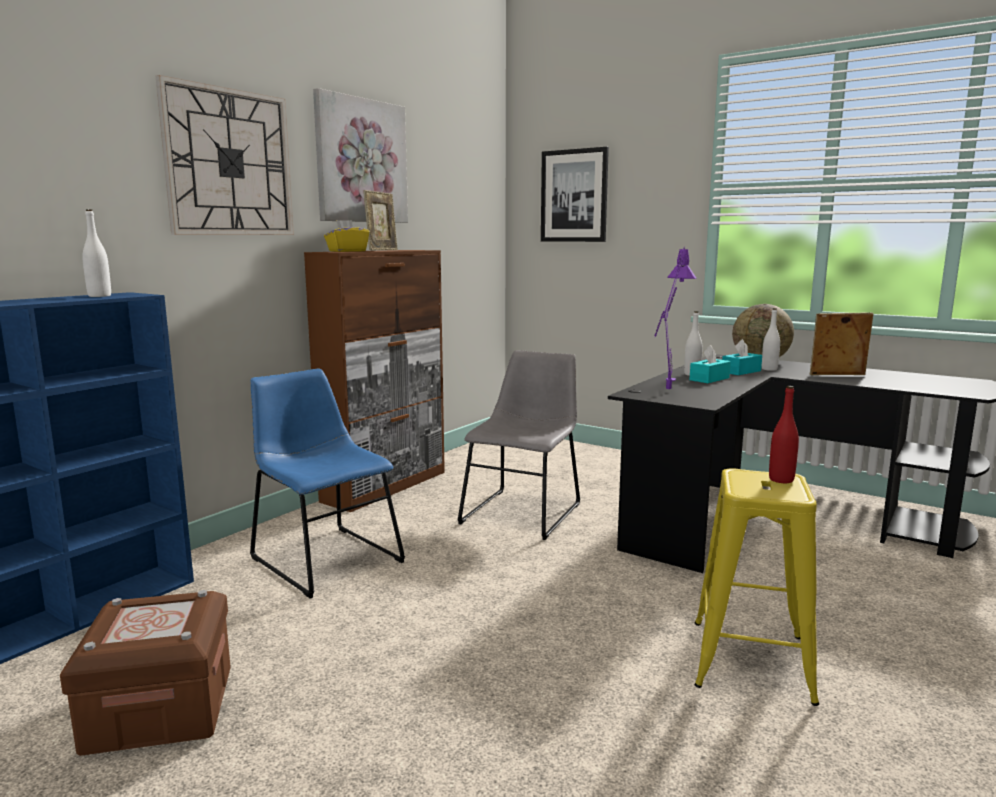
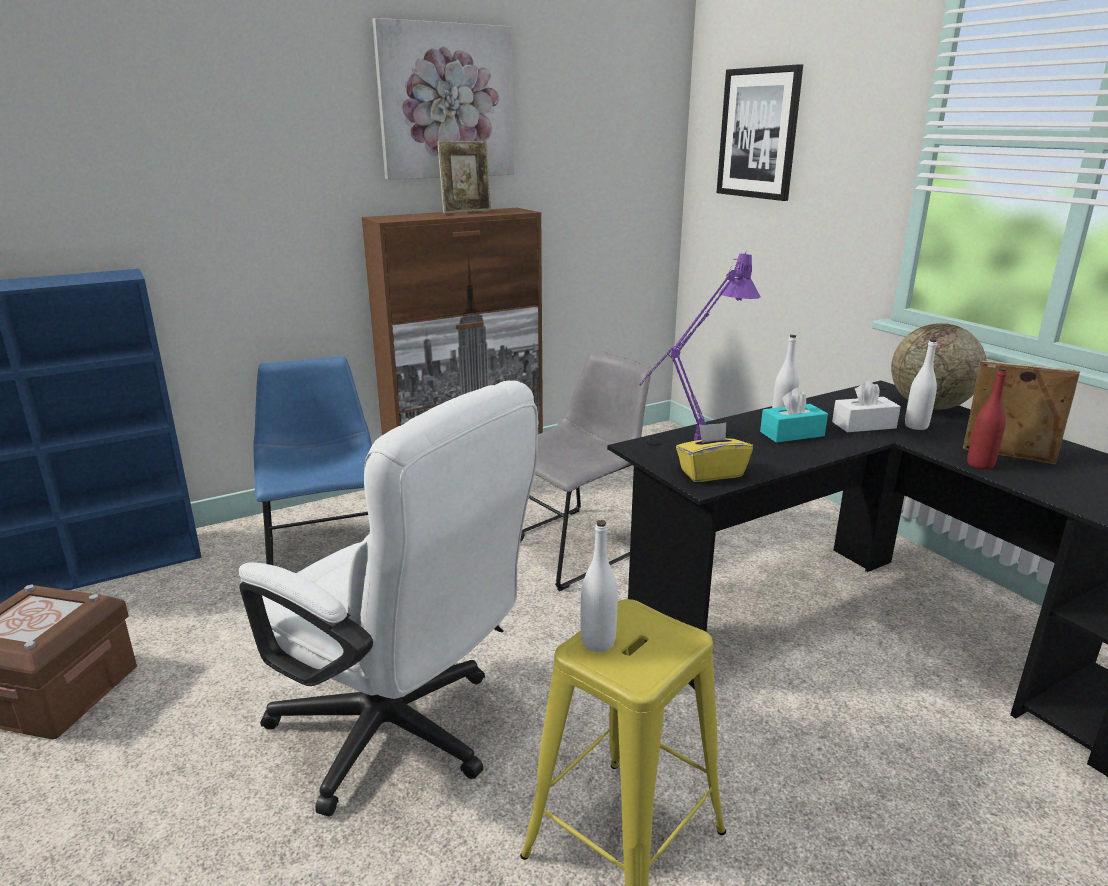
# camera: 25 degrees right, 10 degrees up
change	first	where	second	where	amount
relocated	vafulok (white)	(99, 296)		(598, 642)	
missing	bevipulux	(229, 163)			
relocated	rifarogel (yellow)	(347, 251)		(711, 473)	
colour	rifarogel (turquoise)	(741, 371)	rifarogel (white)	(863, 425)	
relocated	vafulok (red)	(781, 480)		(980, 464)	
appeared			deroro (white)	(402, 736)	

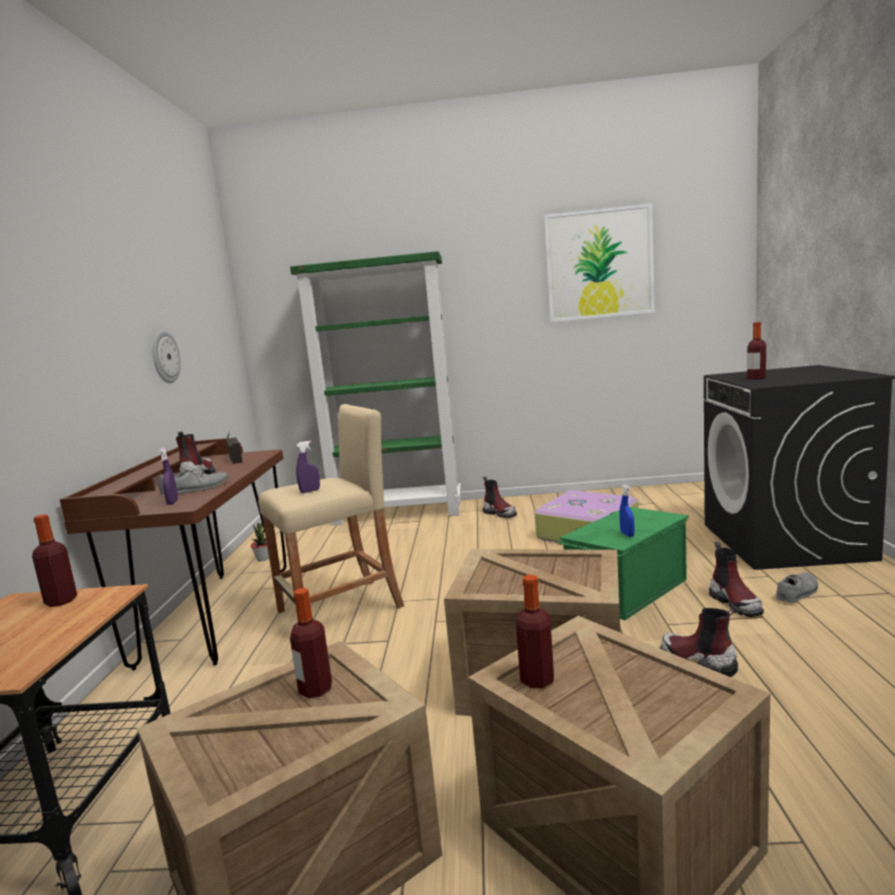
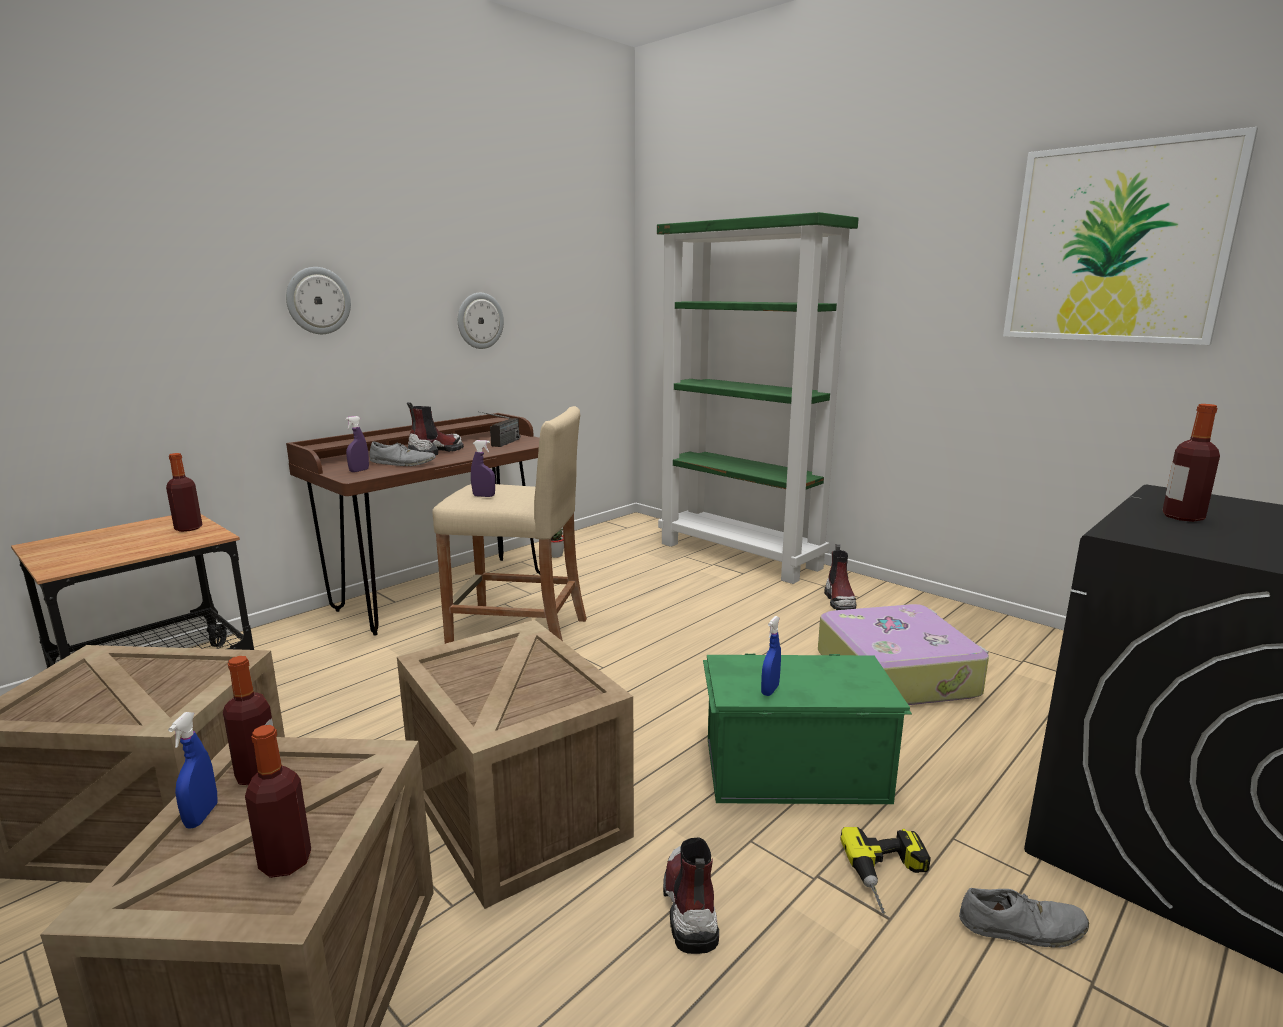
# camera: 40 degrees right, 5 degrees up
change	first	where	second	where	amount
relocated	vafulok	(315, 689)		(285, 862)	
exchanged	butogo	(735, 603)	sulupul	(891, 877)	
appeared			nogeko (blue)	(201, 816)	
appeared			bevipulux	(318, 301)	

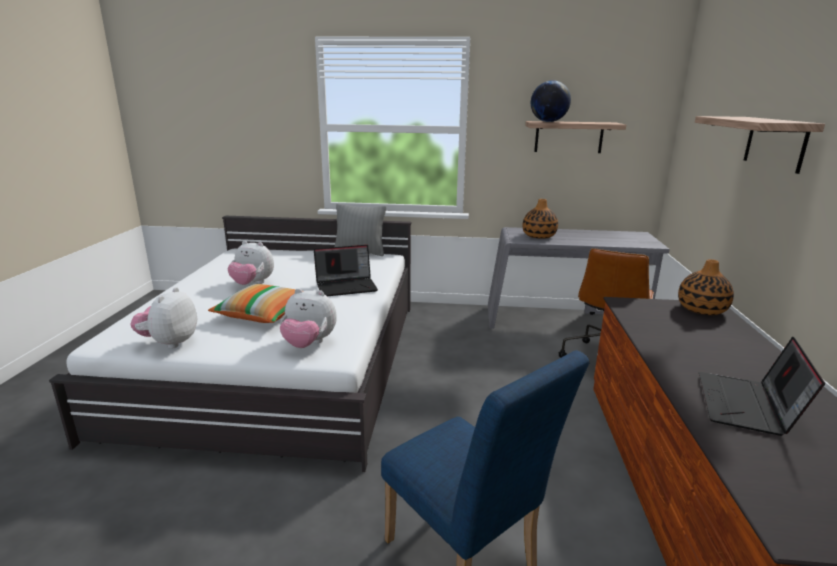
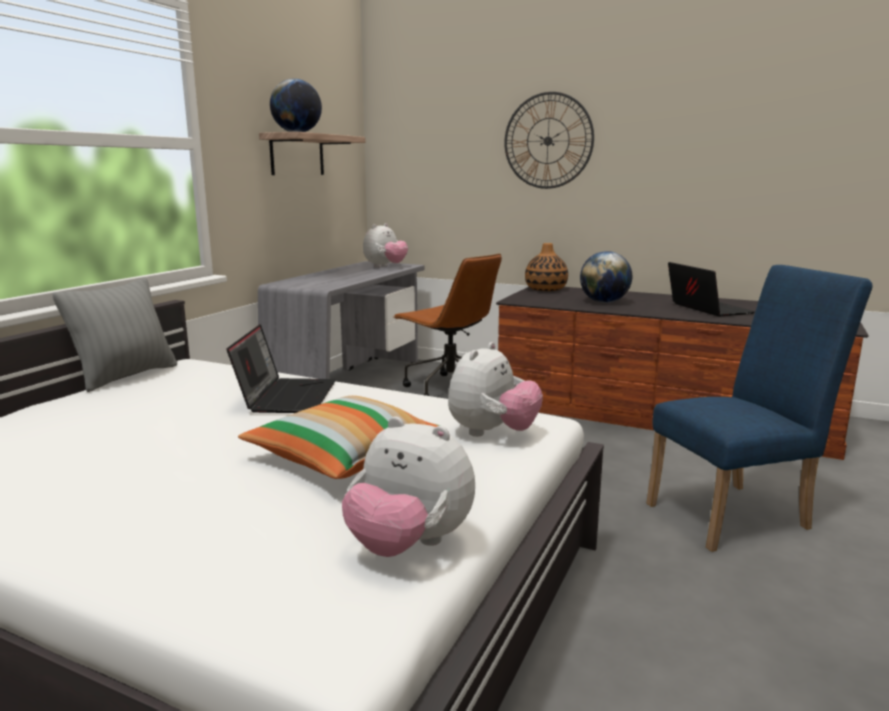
# camera: 70 degrees left, 5 degrees down
change	first	where	second	where	amount
relocated	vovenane	(252, 284)		(385, 267)	
missing	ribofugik	(539, 236)			
exchanged	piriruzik	(775, 143)	bevipulux	(548, 141)	
spun	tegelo	(747, 406)		(706, 309)	150 degrees counterclockwise
appeared			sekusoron	(604, 302)	

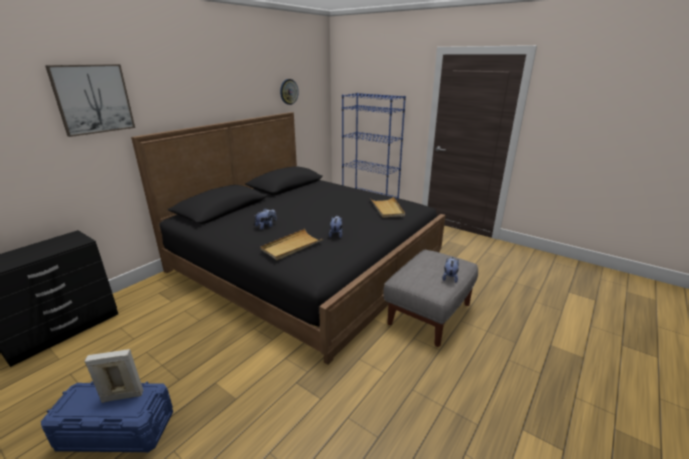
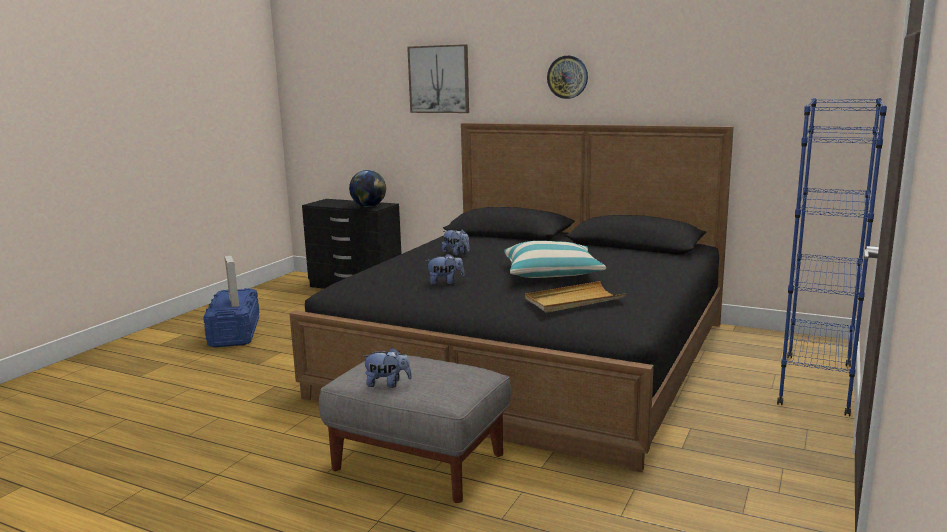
# camera: 80 degrees right, 10 degrees down
change	first	where	second	where	amount
missing	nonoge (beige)	(291, 246)			
relocated	bevipulux	(288, 91)		(567, 77)	
appeared			sekusoron	(368, 206)	
appeared			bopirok	(551, 273)	

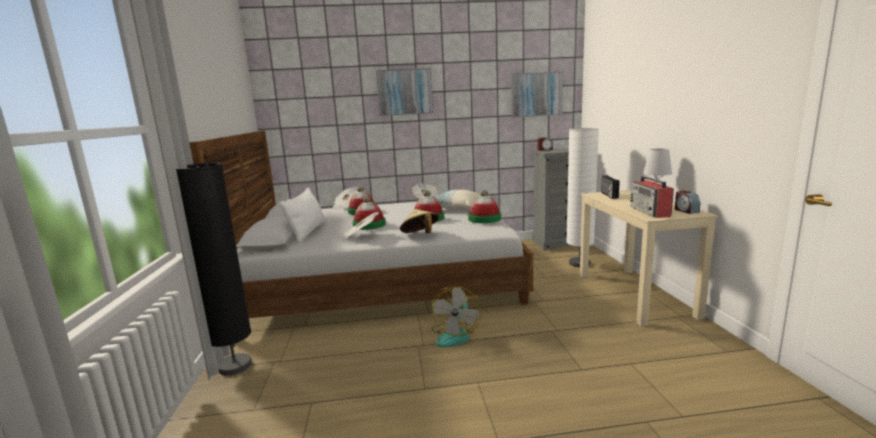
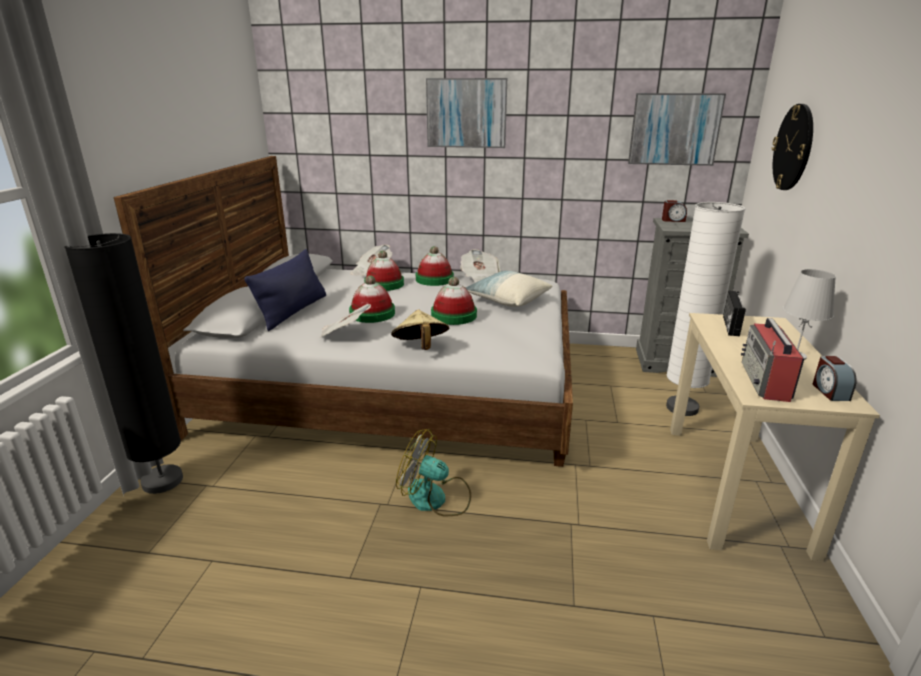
# camera: 15 degrees right, 10 degrees up
change	first	where	second	where	amount
colour	bopirok (white)	(307, 231)	bopirok (blue)	(293, 311)	
spun	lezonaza	(455, 335)		(436, 498)	75 degrees clockwise
relocated	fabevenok	(484, 219)		(434, 279)	
appeared			bevipulux	(793, 147)	

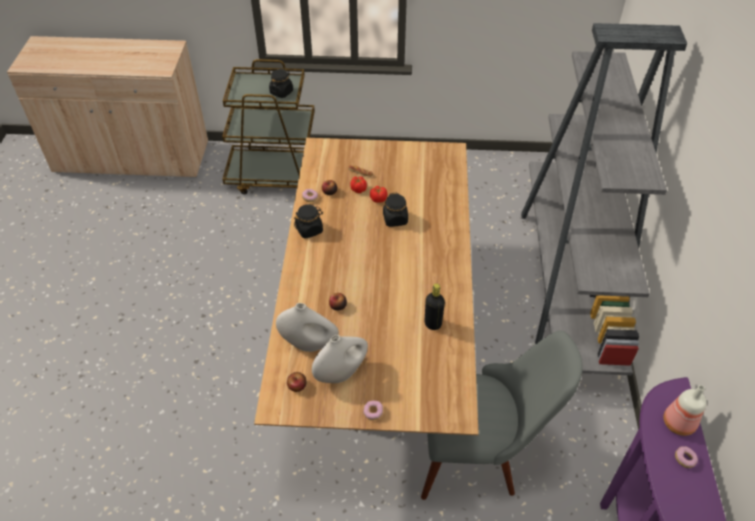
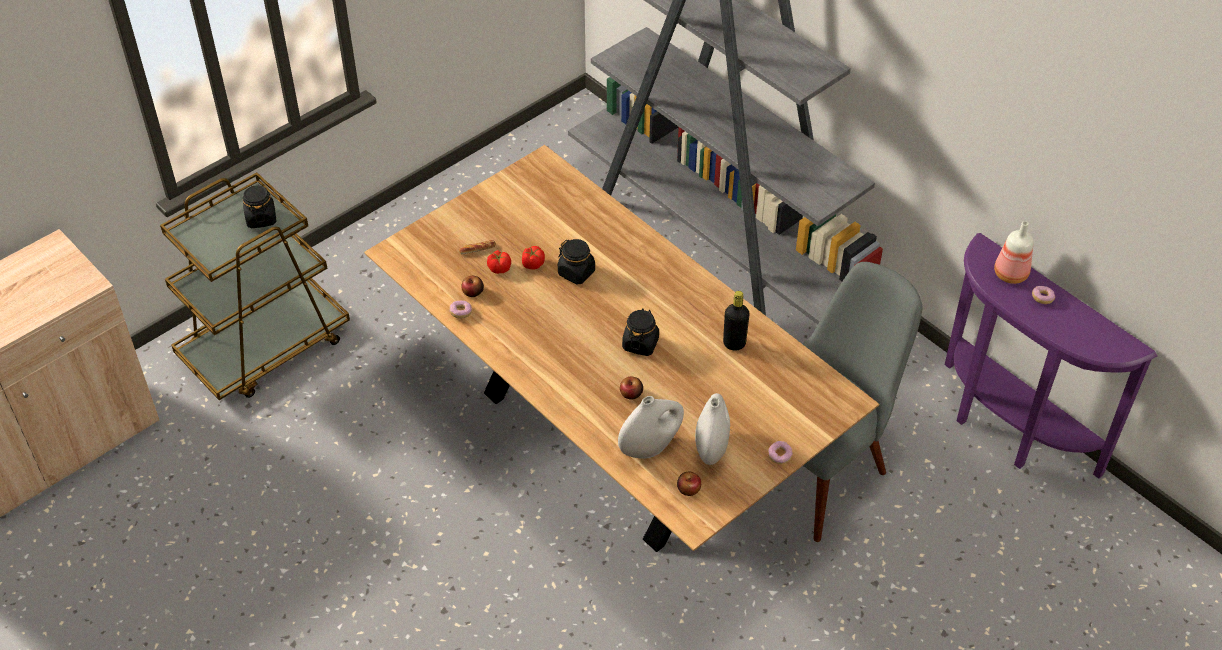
# camera: 45 degrees left, 0 degrees up
change	first	where	second	where	amount
relocated	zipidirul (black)	(309, 229)		(640, 343)	

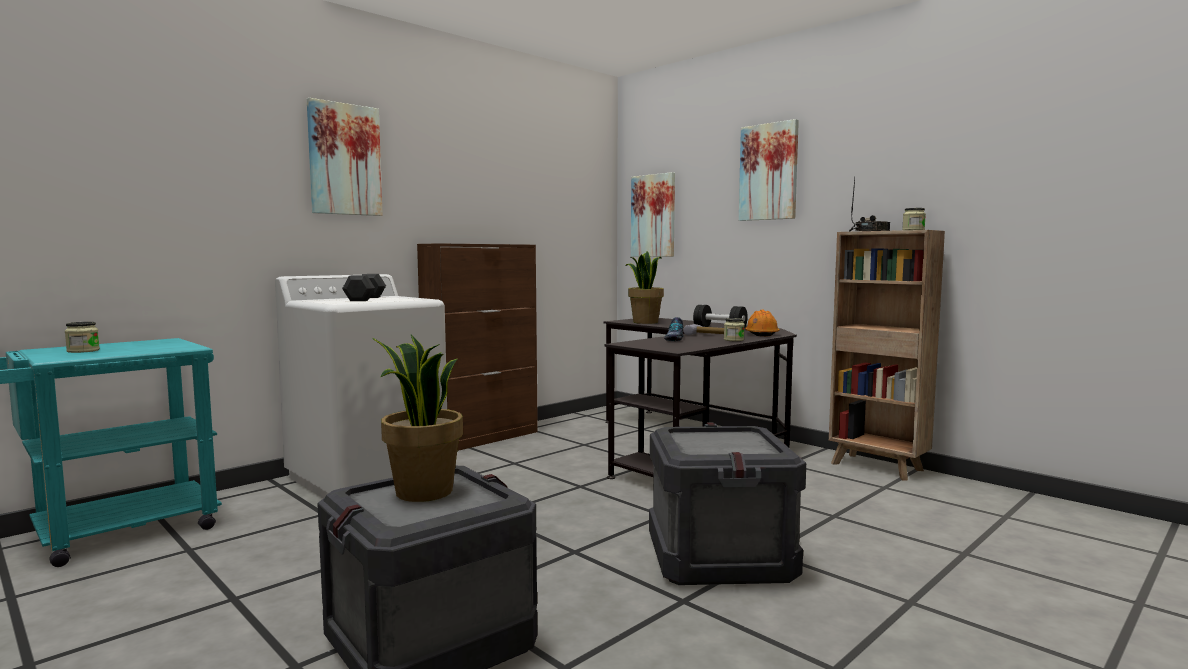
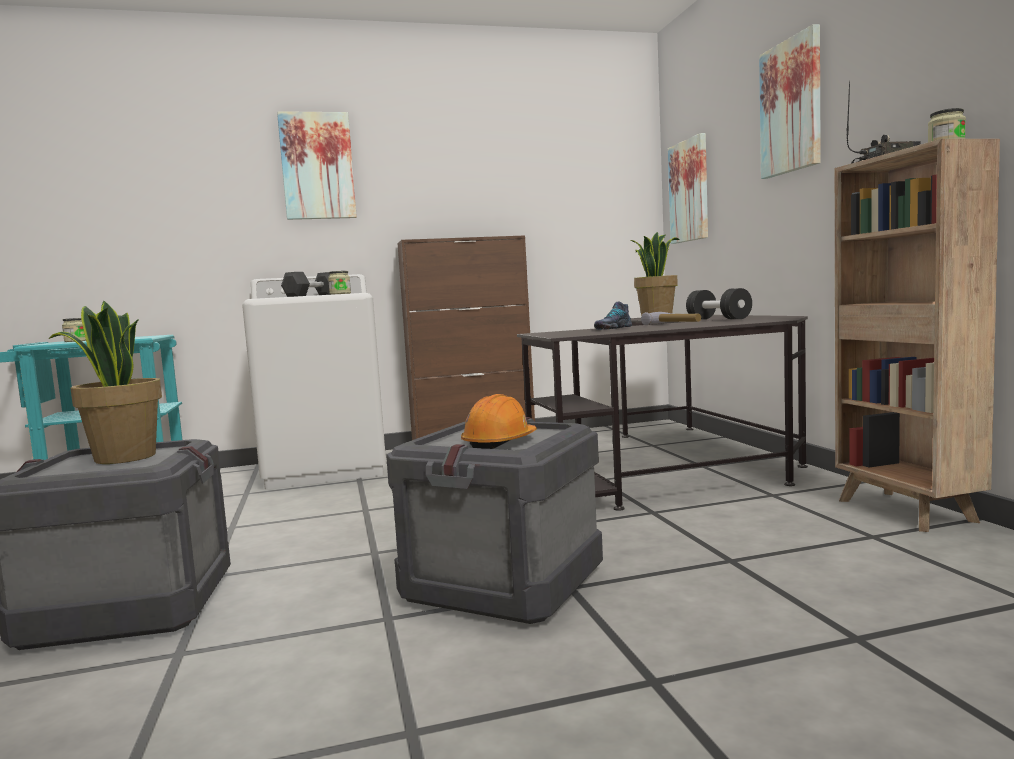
# camera: 30 degrees right, 0 degrees up
change	first	where	second	where	amount
relocated	zipidirul	(734, 340)		(340, 294)	
relocated	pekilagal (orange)	(761, 334)		(499, 443)	

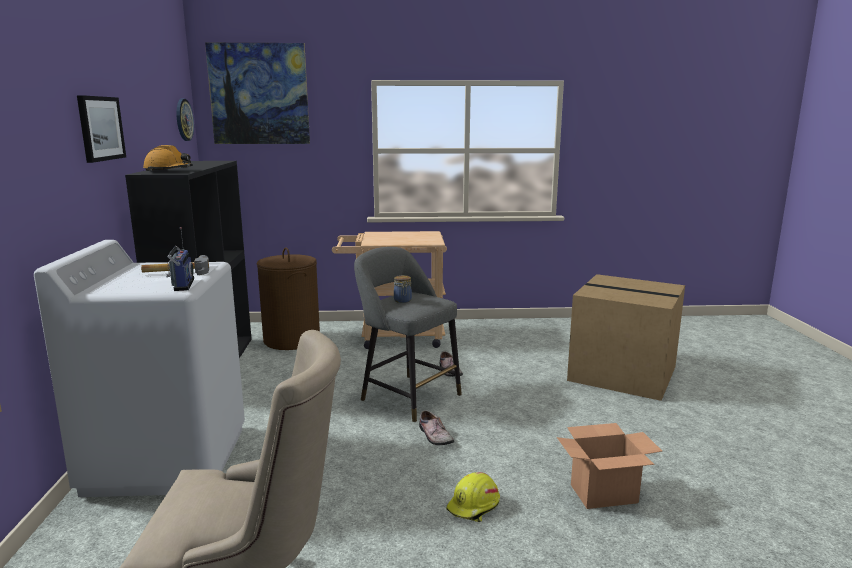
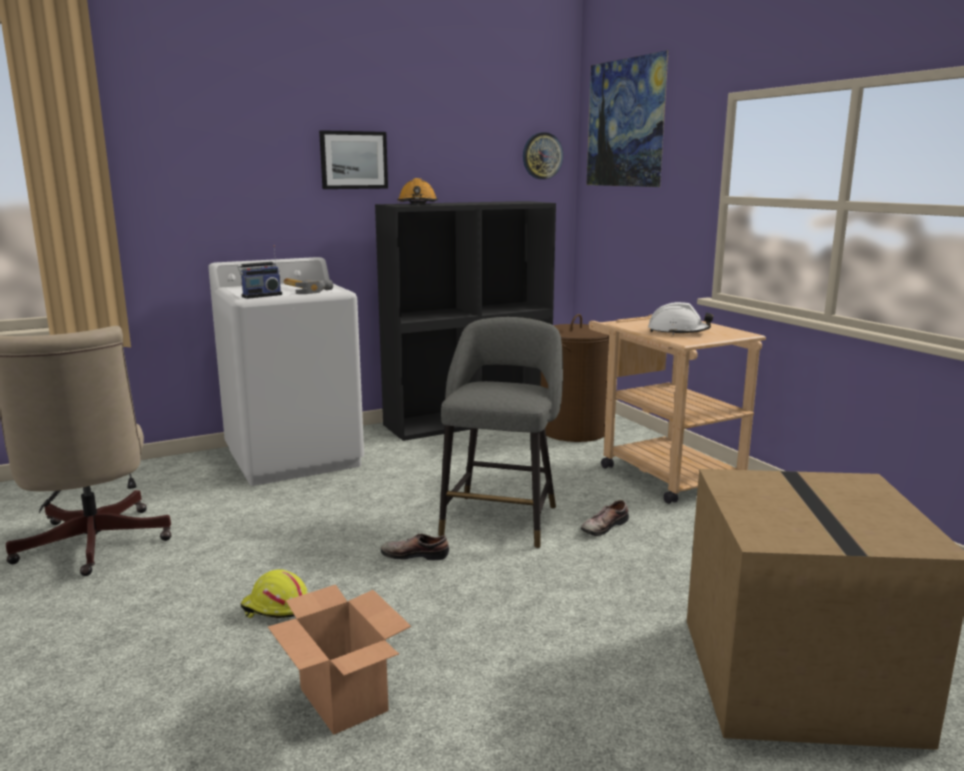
# camera: 65 degrees right, 0 degrees up
change	first	where	second	where	amount
missing	zipidirul	(403, 301)			
spun	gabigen	(434, 436)		(415, 554)	60 degrees clockwise
appeared			pekilagal (white)	(678, 332)	

